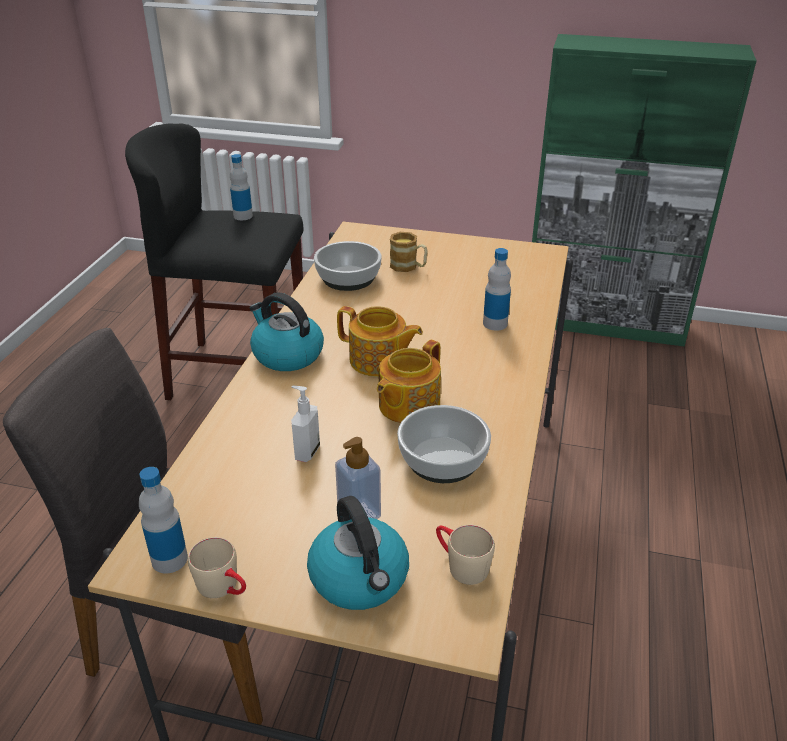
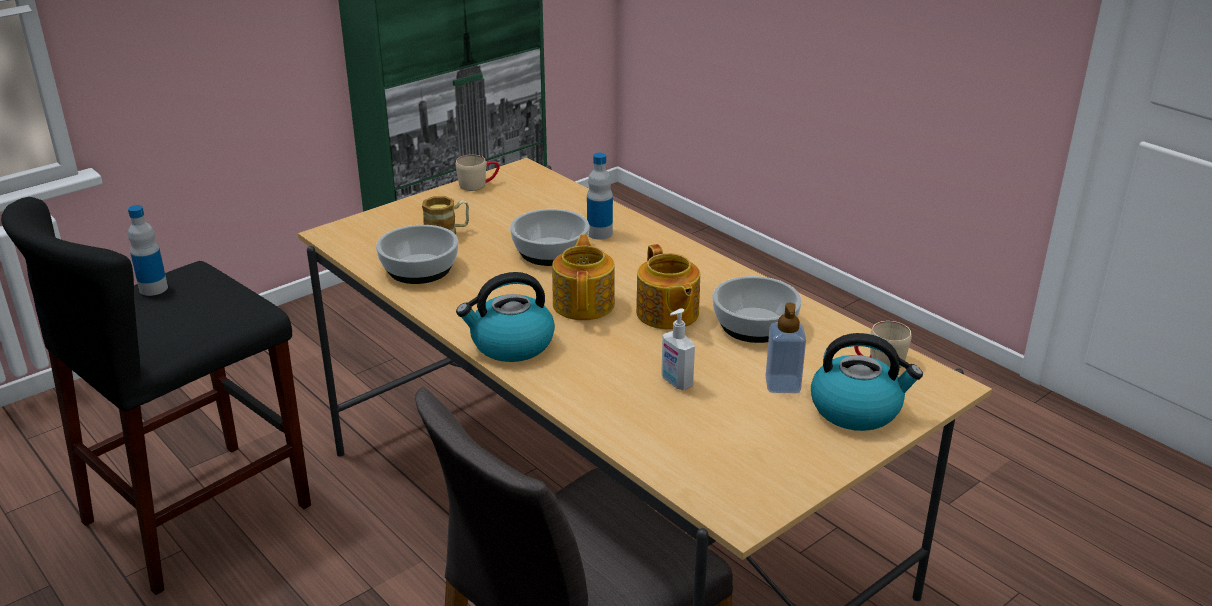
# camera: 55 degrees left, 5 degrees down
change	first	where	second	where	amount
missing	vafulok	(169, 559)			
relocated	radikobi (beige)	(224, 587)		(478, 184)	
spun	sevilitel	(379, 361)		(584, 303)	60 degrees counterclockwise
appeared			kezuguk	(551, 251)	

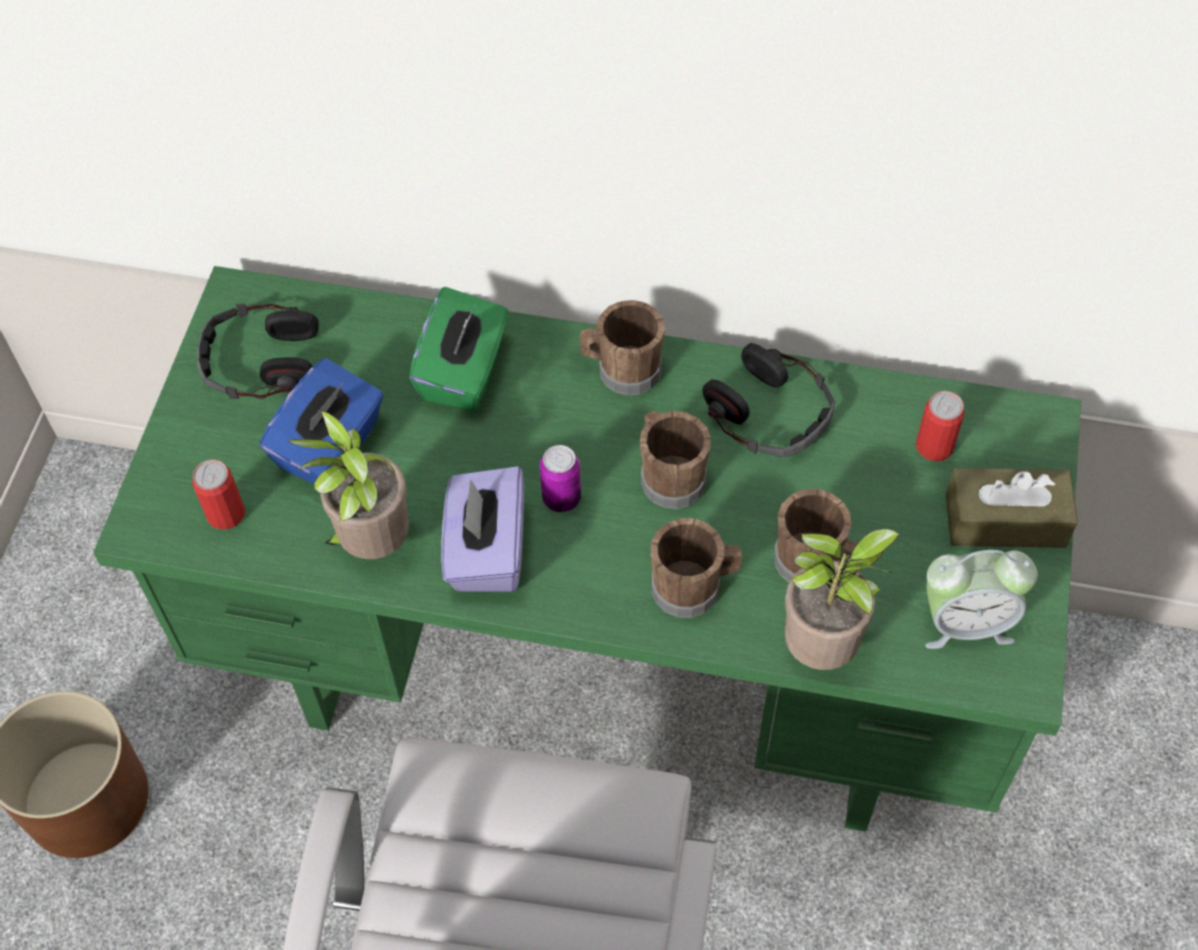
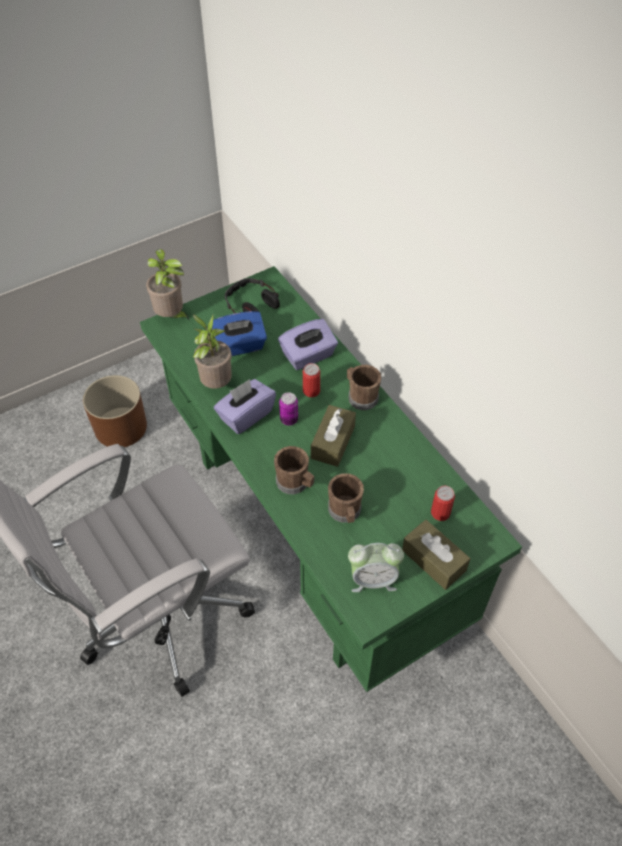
# camera: 45 degrees right, 5 degrees down
change	first	where	second	where	amount
relocated	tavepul	(226, 513)		(311, 391)	
colour	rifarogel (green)	(464, 372)	rifarogel (purple)	(308, 356)	
exchanged	radikobi (brown)	(669, 475)	rifarogel (brown)	(333, 442)	
missing	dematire	(769, 412)			
relocated	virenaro	(824, 649)		(171, 317)	
spun	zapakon	(965, 623)		(373, 579)	45 degrees counterclockwise

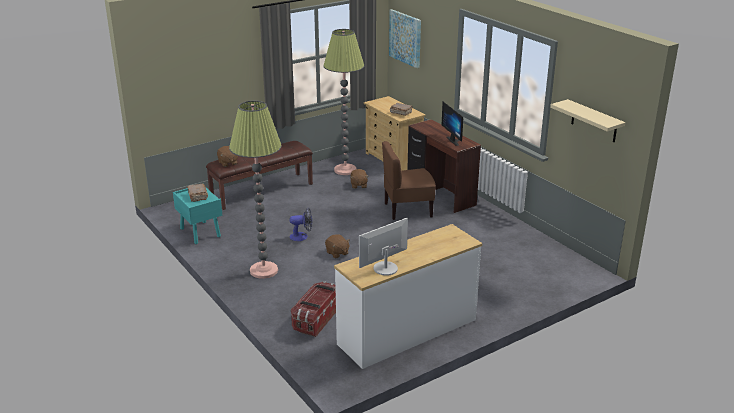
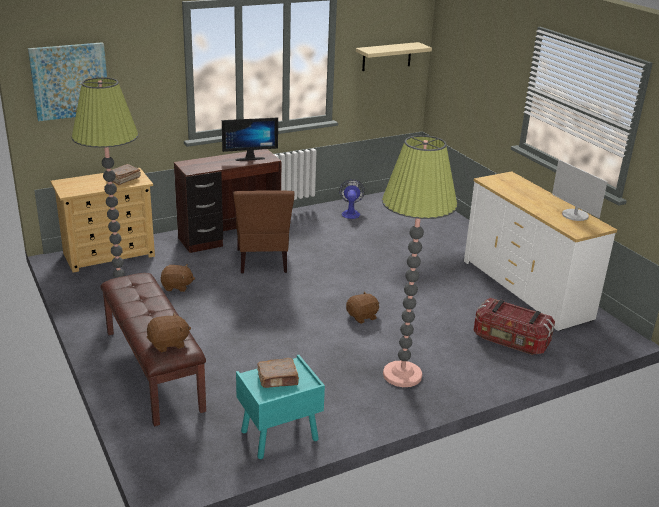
# camera: 85 degrees left, 0 degrees up
change	first	where	second	where	amount
relocated	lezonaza	(302, 236)		(350, 213)	

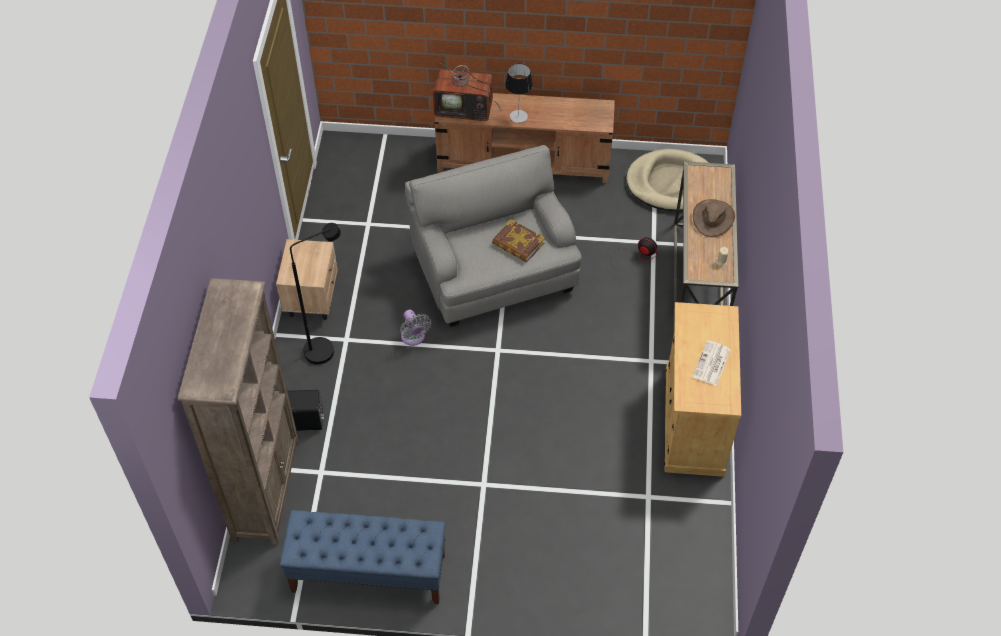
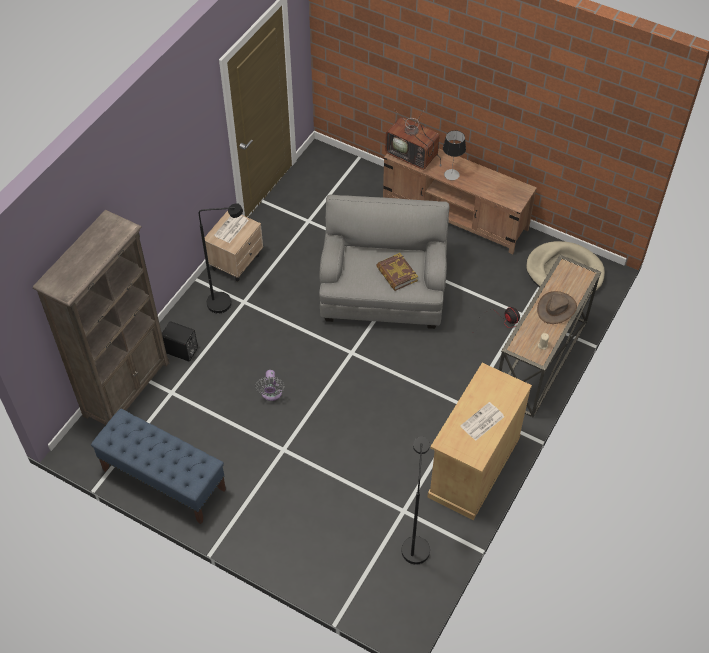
# camera: 25 degrees right, 0 degrees up
change	first	where	second	where	amount
relocated	lezonaza (grey)	(414, 338)		(271, 394)	
appeared			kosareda	(231, 228)	
appeared			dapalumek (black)	(414, 543)	

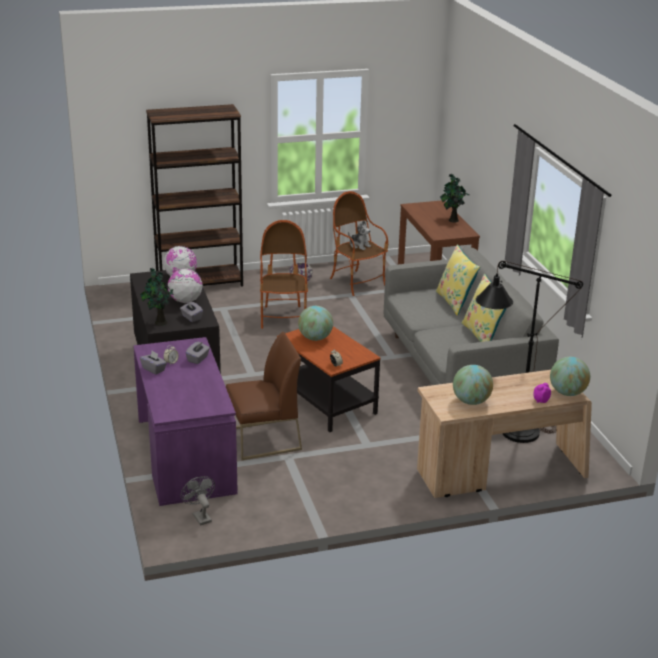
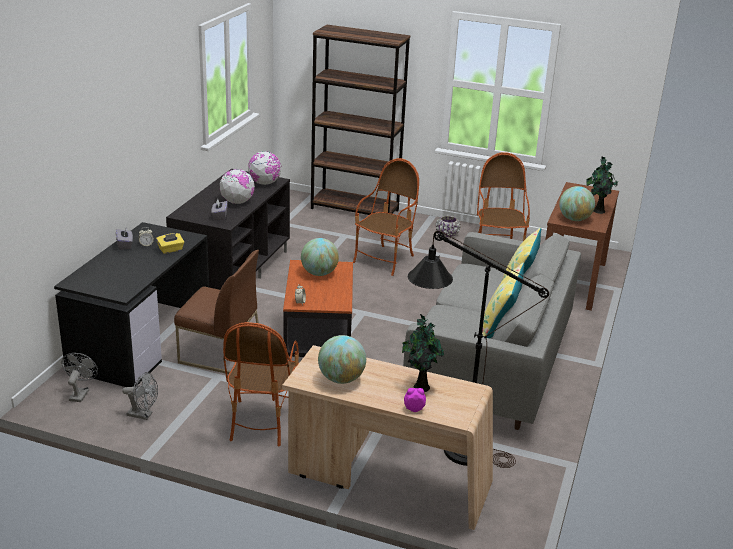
# camera: 35 degrees right, 0 degrees up
change	first	where	second	where	amount
colour	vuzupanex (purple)	(184, 455)	vuzupanex (black)	(141, 340)	
relocated	virenaro	(159, 322)		(420, 386)	
colour	rifarogel (grey)	(198, 359)	rifarogel (yellow)	(171, 250)	
missing	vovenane	(359, 246)			
relocated	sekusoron	(567, 393)		(574, 219)	
appeared			lezonaza (grey)	(143, 415)	
appeared			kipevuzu	(261, 422)	

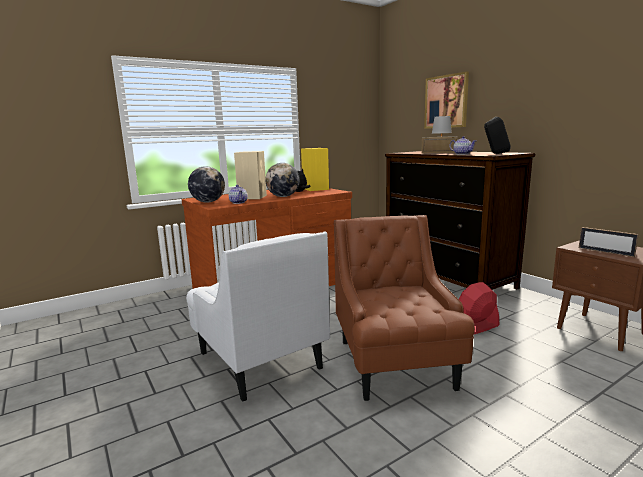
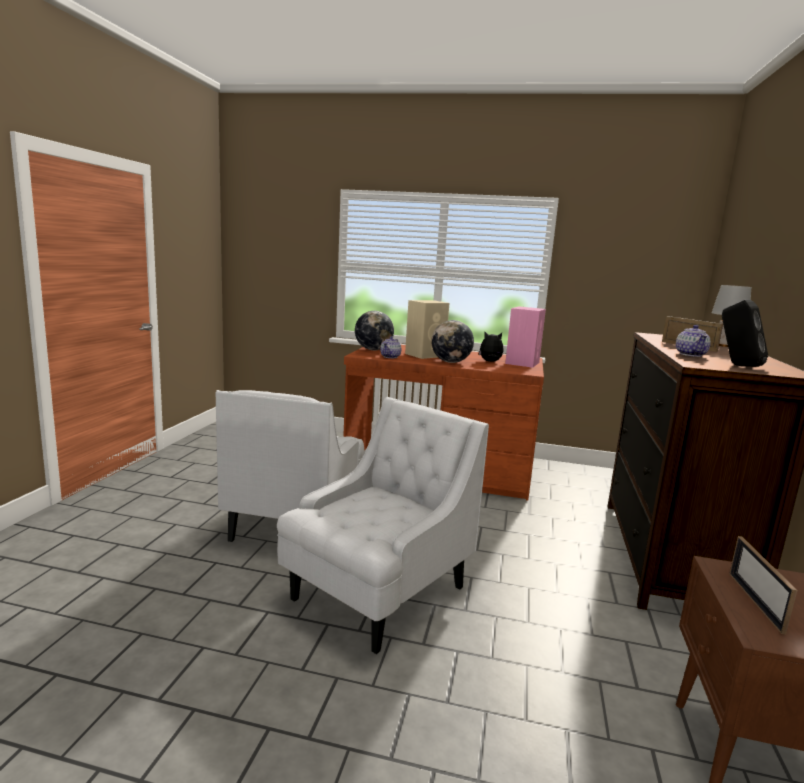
# camera: 45 degrees right, 0 degrees up
change	first	where	second	where	amount
colour	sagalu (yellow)	(315, 189)	sagalu (pink)	(522, 363)	
colour	kipevuzu (brown)	(395, 365)	kipevuzu (white)	(378, 594)	
missing	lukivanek	(446, 101)			
missing	lezonaza (red)	(476, 328)			

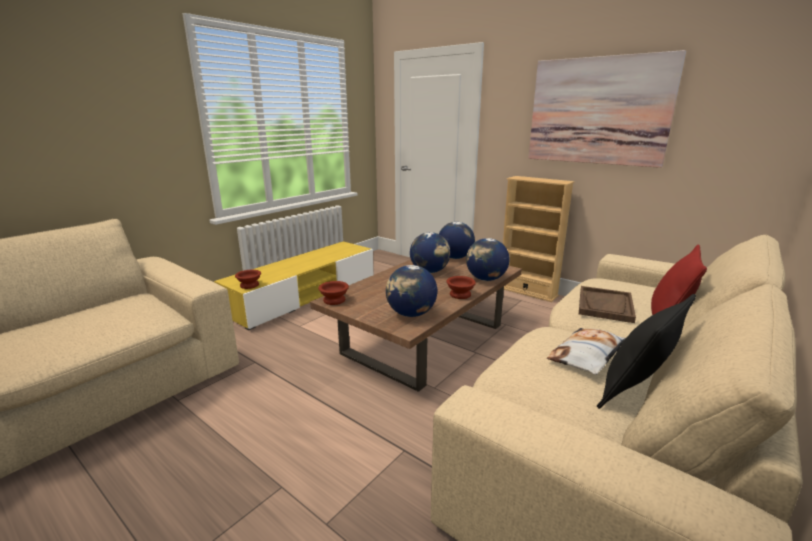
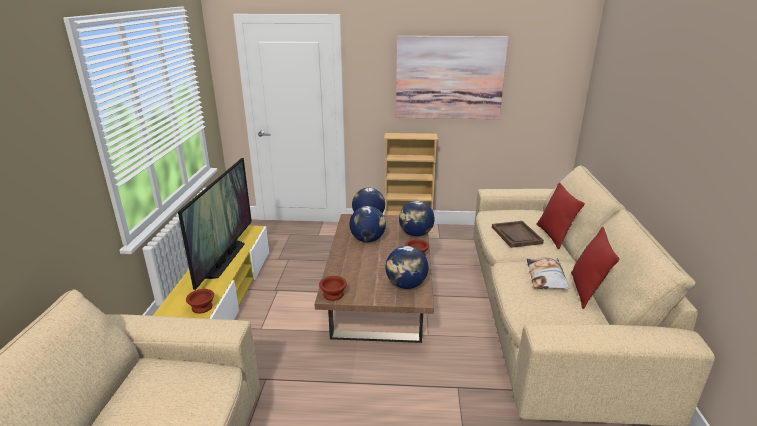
# camera: 35 degrees left, 5 degrees up
change	first	where	second	where	amount
colour	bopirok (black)	(635, 391)	bopirok (red)	(586, 291)	
appeared			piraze	(225, 259)	

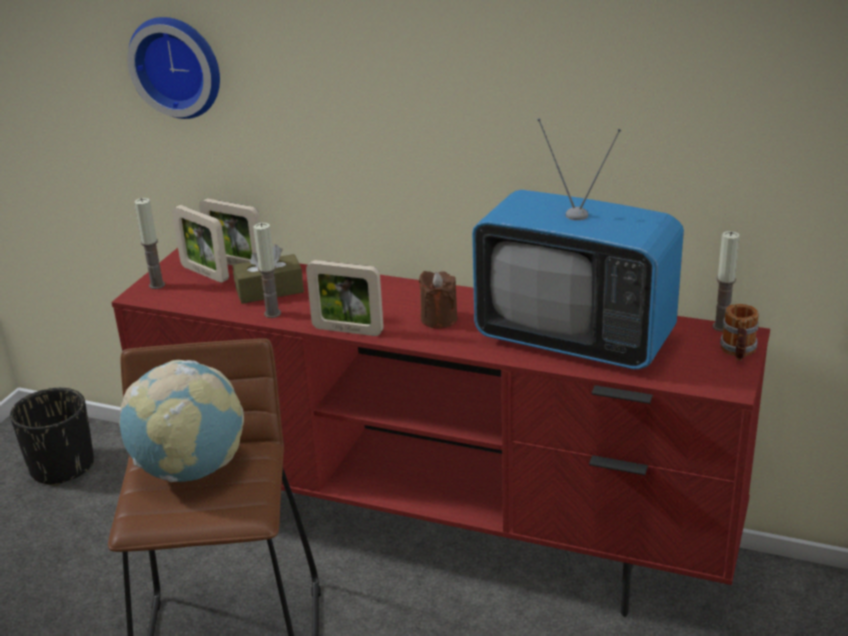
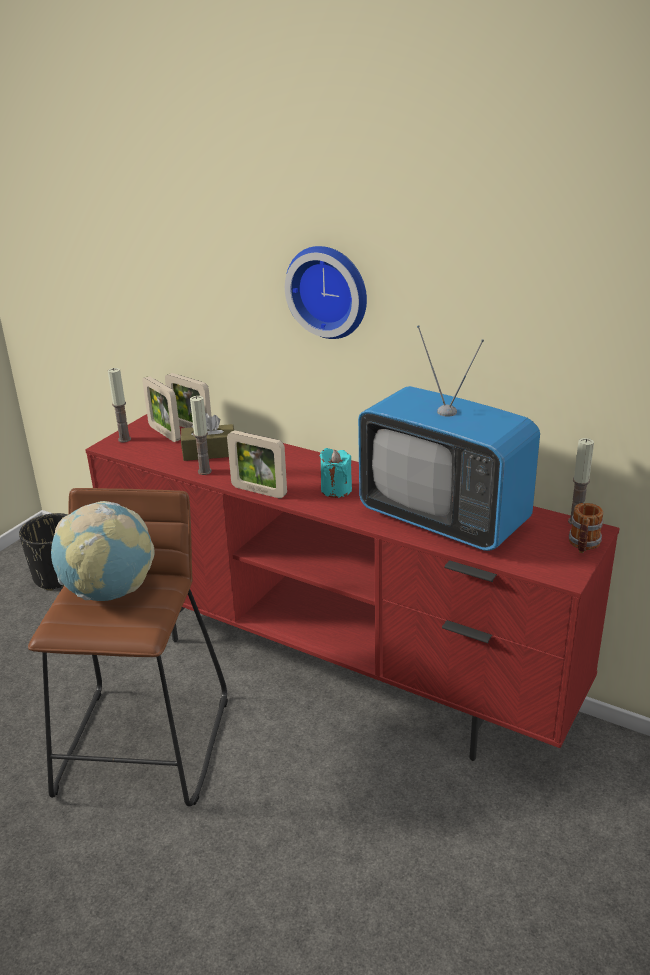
# camera: 10 degrees right, 0 degrees up
change	first	where	second	where	amount
relocated	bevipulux	(178, 65)		(329, 290)	
colour	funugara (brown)	(439, 319)	funugara (turquoise)	(336, 490)	

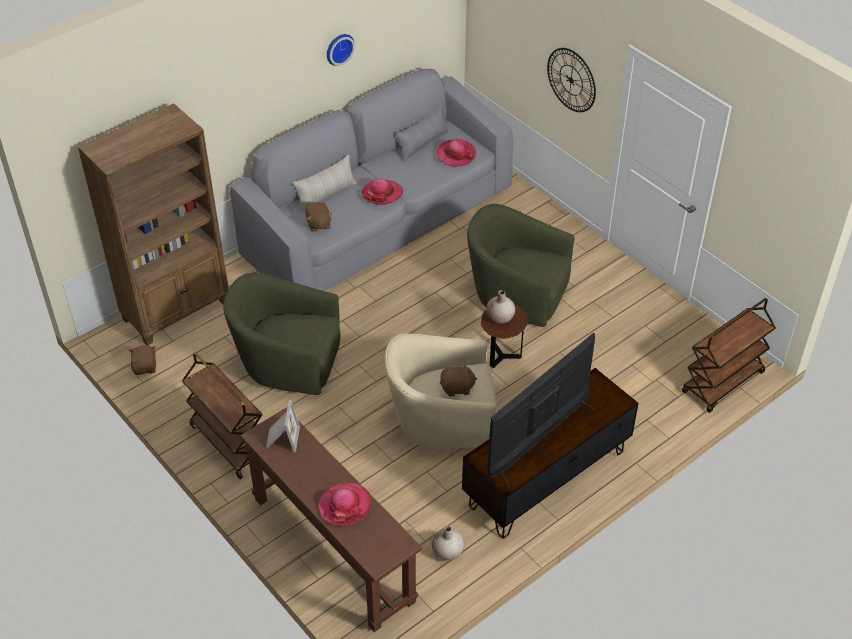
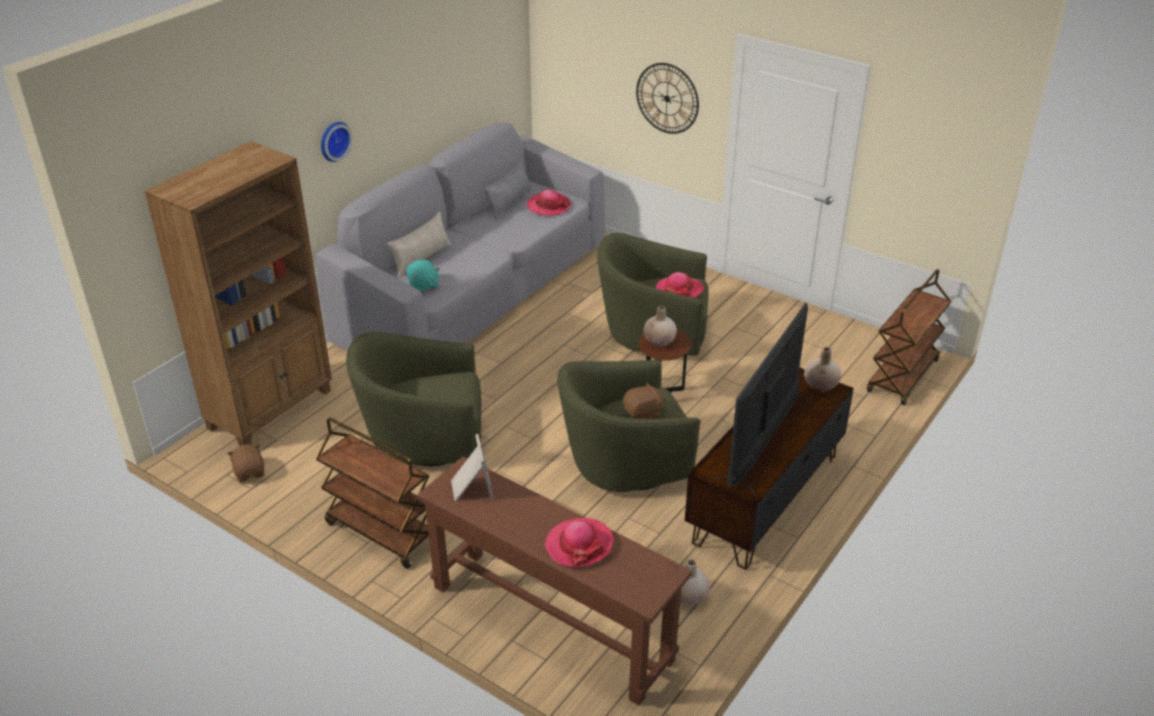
# camera: 15 degrees left, 10 degrees down
change	first	where	second	where	amount
colour	vovenane (brown)	(318, 224)	vovenane (turquoise)	(423, 286)	
relocated	bevipulux	(338, 48)		(333, 140)	
relocated	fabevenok	(382, 193)		(679, 290)	
colour	kipevuzu (beige)	(442, 421)	kipevuzu (green)	(624, 465)	
appeared			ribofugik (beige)	(821, 385)	

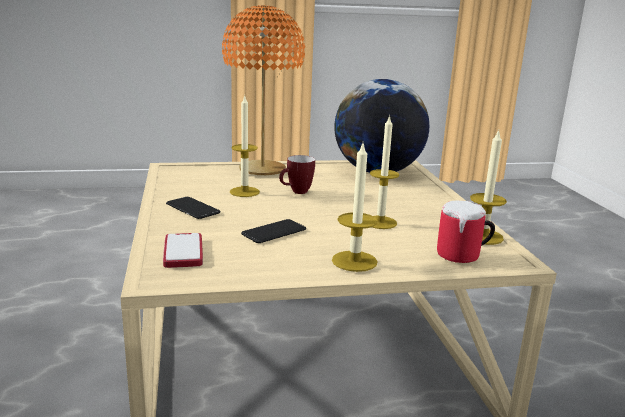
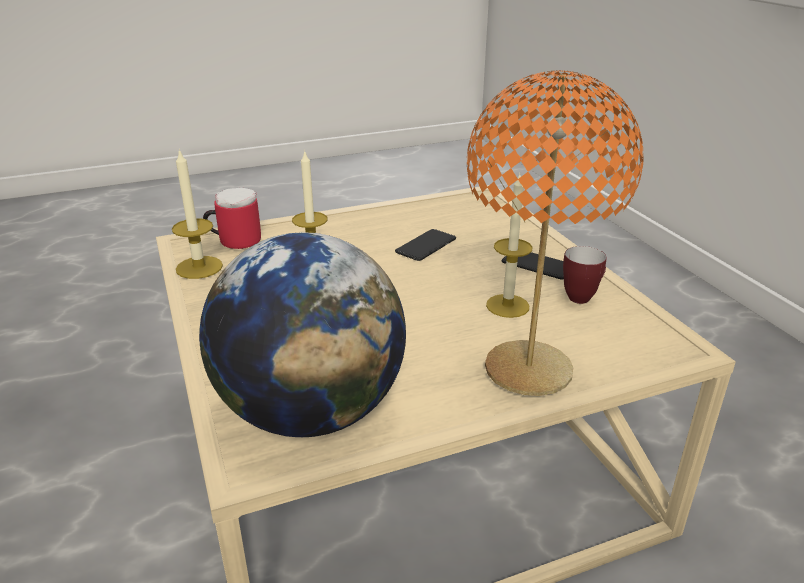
# camera: 170 degrees right, 10 degrees up
change	first	where	second	where	amount
missing	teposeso	(183, 252)			
relocated	radikobi	(296, 192)		(582, 296)	
missing	funugara	(354, 261)			

